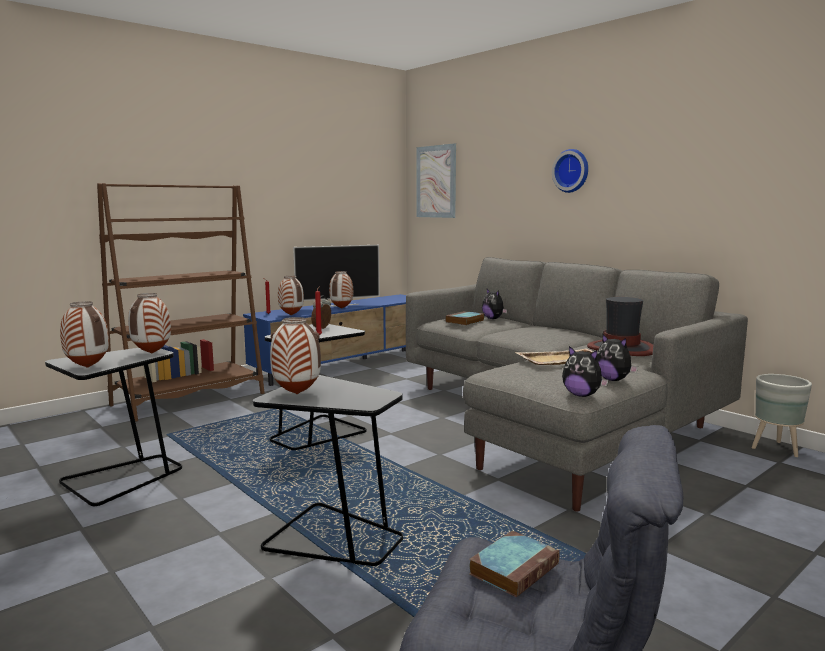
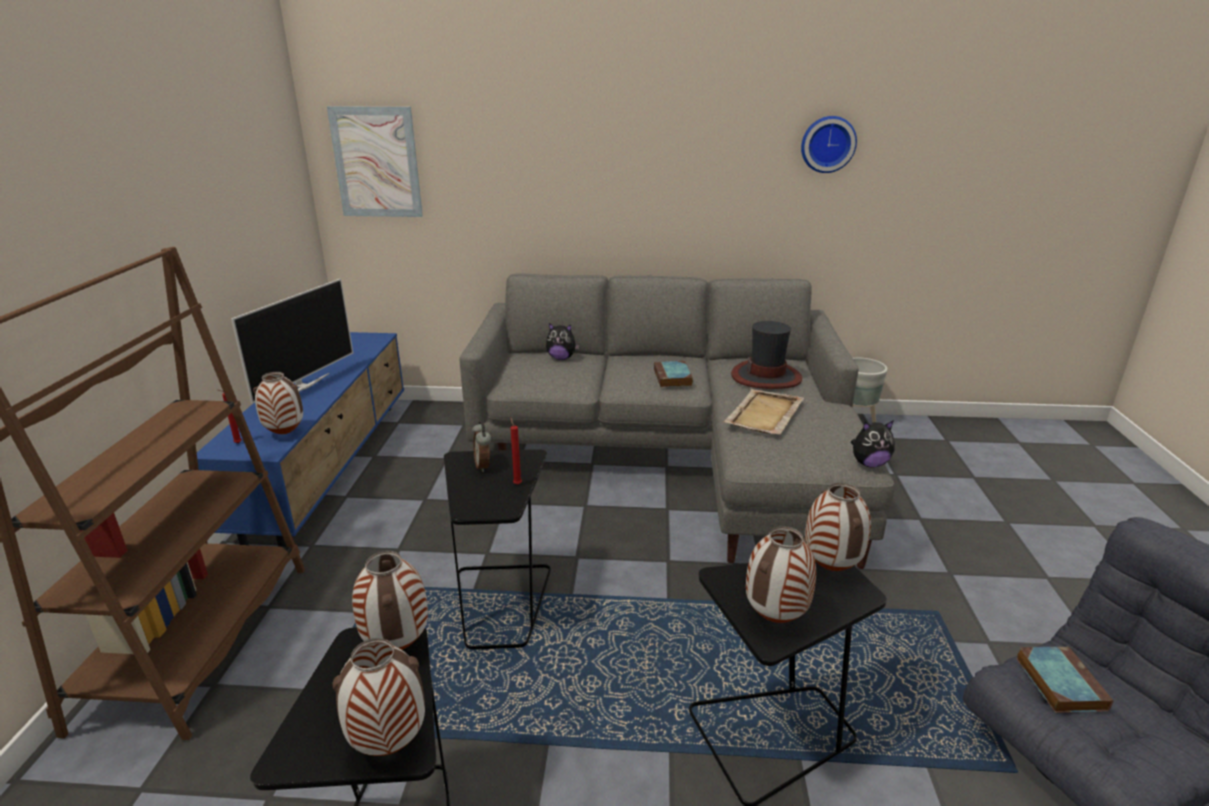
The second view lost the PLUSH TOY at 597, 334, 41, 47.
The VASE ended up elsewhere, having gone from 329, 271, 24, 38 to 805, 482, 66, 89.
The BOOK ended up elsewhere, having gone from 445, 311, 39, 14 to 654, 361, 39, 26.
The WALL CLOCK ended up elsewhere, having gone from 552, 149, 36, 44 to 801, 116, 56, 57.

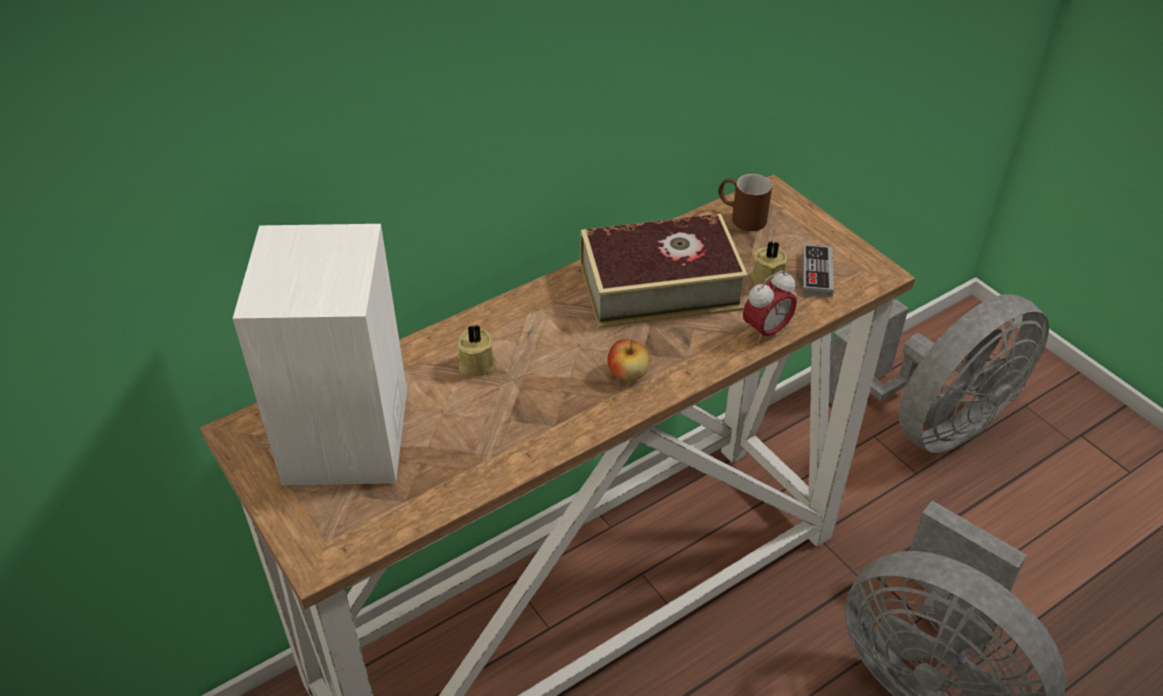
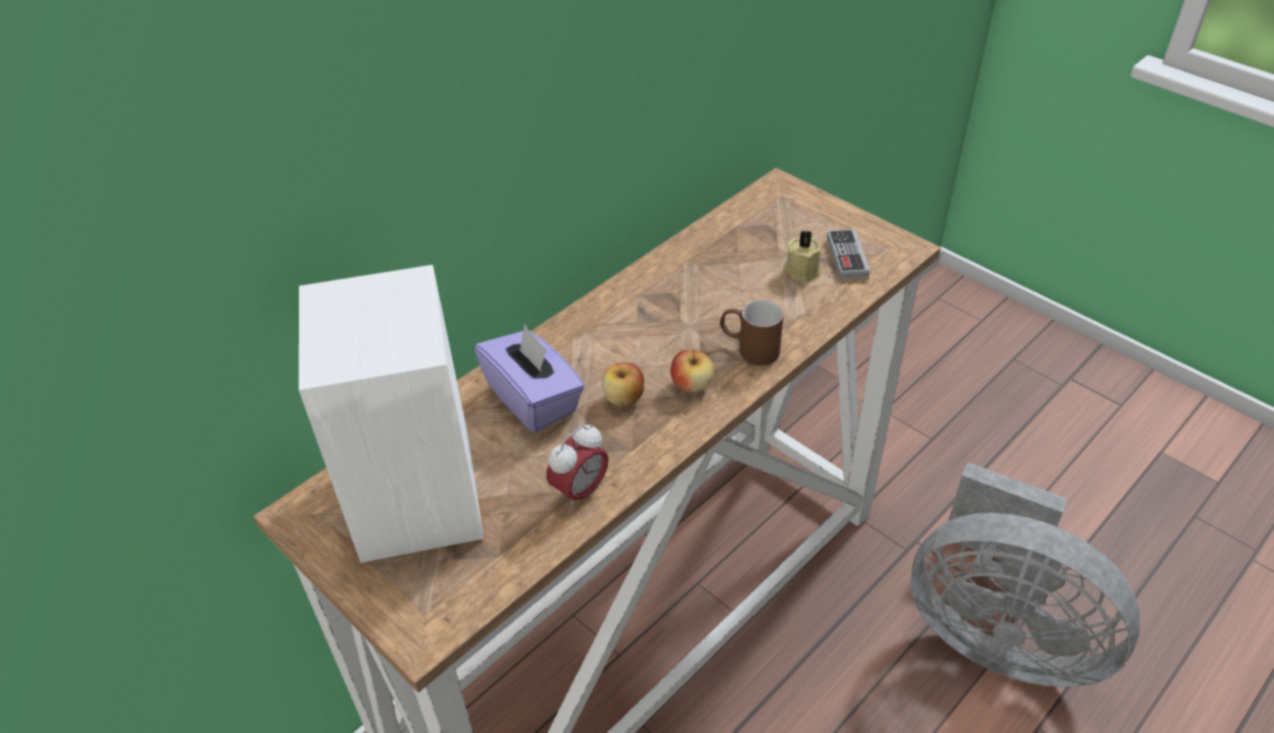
The second view lost the BOOK at 580, 214, 168, 114.
The second view lost the GREY FAN at 829, 294, 220, 159.
The second view gained the APPLE at 602, 362, 42, 45.
The BROWN MUG ended up elsewhere, having gone from 718, 174, 54, 57 to 720, 299, 64, 66.
The ALARM CLOCK ended up elsewhere, having gone from 743, 270, 54, 74 to 546, 424, 63, 86.
Where the BEIGE CANDLE stood at 457, 324, 39, 52, the PURPLE TISSUE BOX came to stand at 474, 324, 111, 109.

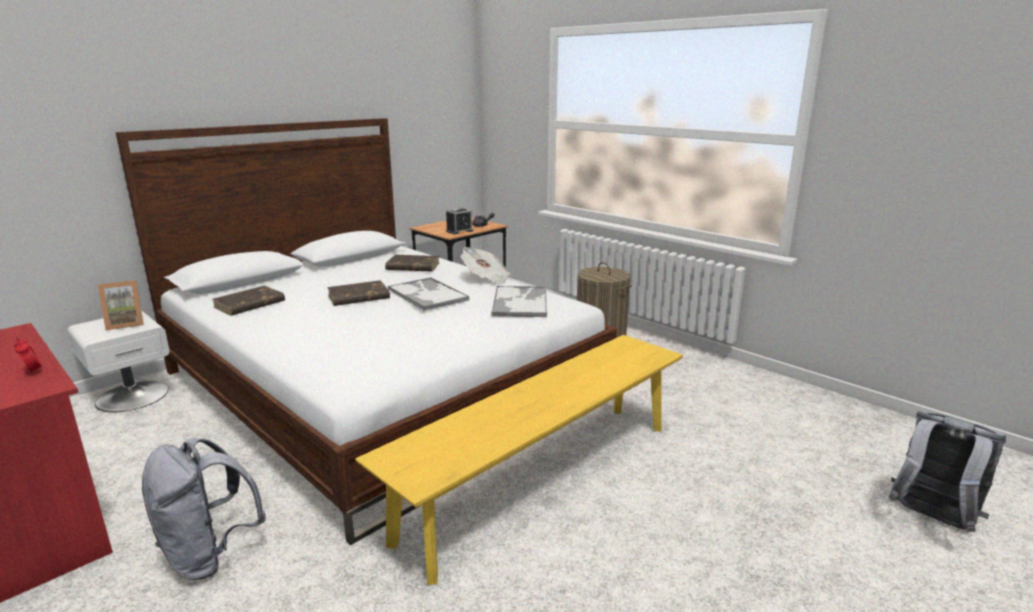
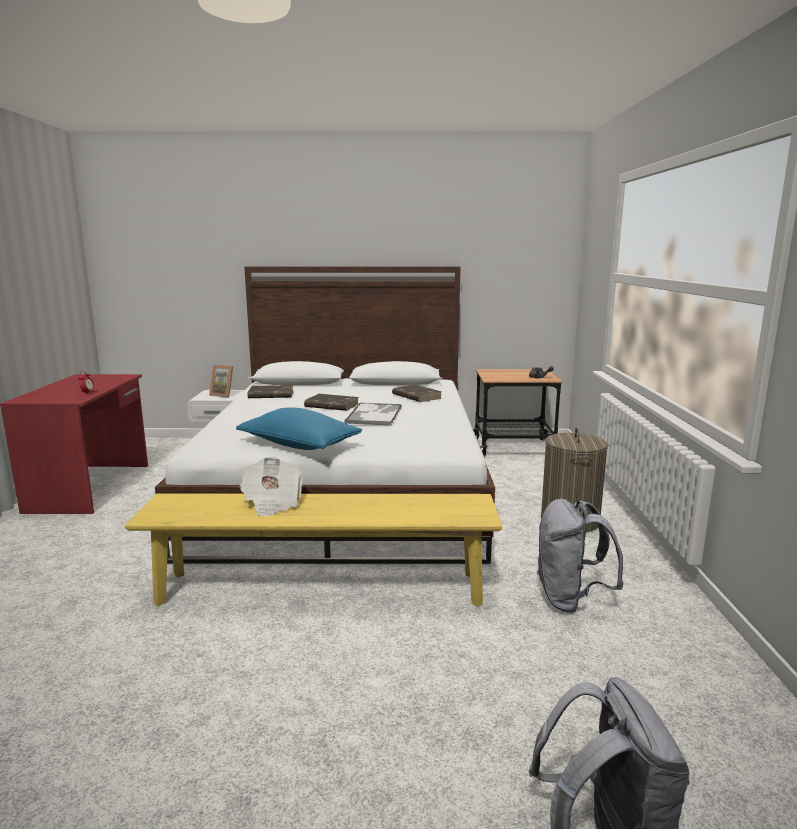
The second view lost the ALARM CLOCK at 446, 207, 27, 27.
The second view lost the TRAY at 491, 286, 56, 31.
The second view gained the BLUE PILLOW at 236, 407, 126, 43.
The GREY BACKPACK ended up elsewhere, having gone from 142, 438, 124, 142 to 536, 499, 88, 114.
The NEWSPAPER ended up elsewhere, having gone from 461, 247, 49, 38 to 240, 457, 63, 60.

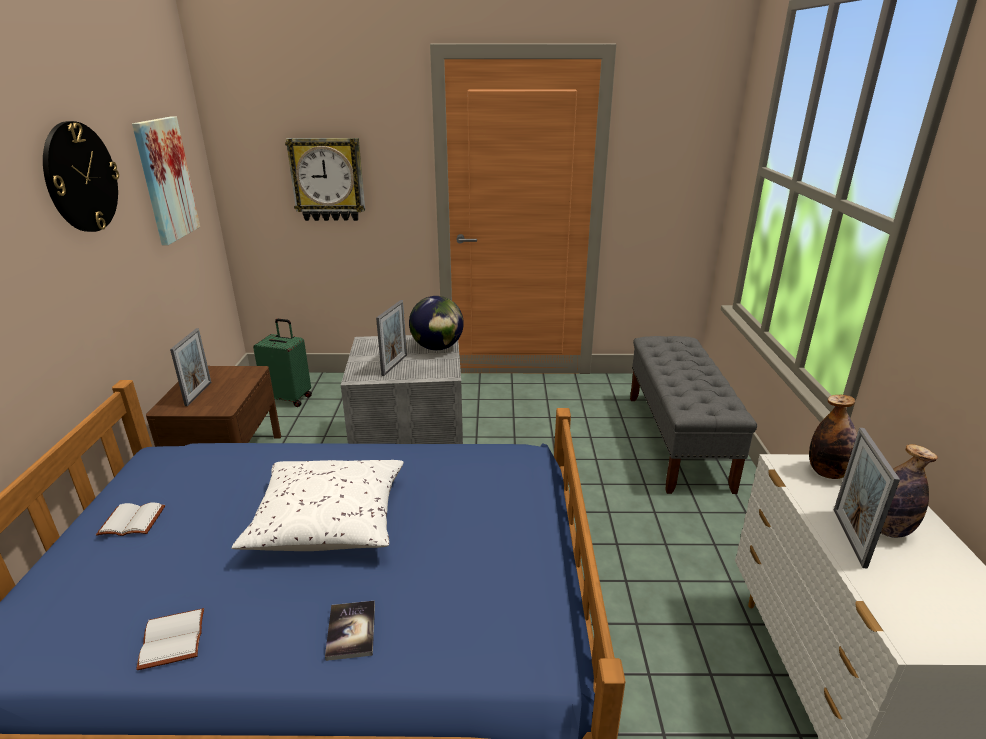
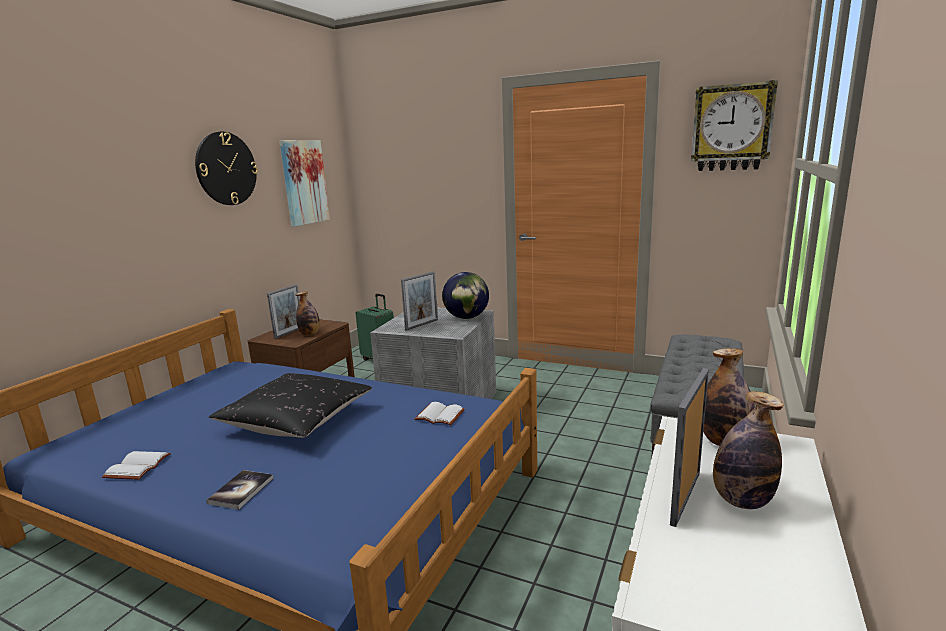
The second view gained the BOTTLE at 295, 291, 25, 44.
The WHITE BOOK ended up elsewhere, having gone from 96, 502, 69, 34 to 414, 402, 51, 23.
The WALL CLOCK ended up elsewhere, having gone from 285, 138, 80, 83 to 691, 80, 87, 91.
What was the WHITE PILLOW at 231, 460, 173, 91 turned into the BLACK PILLOW at 209, 373, 163, 65.

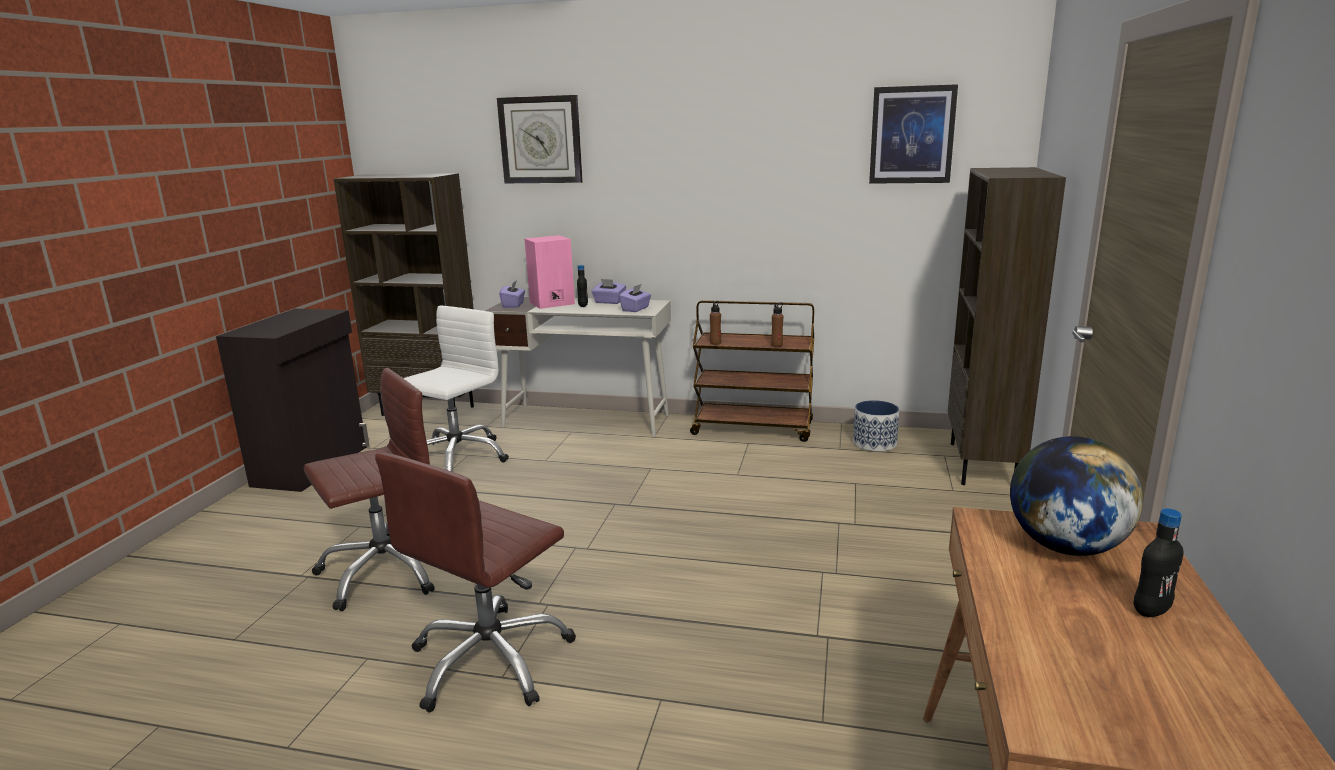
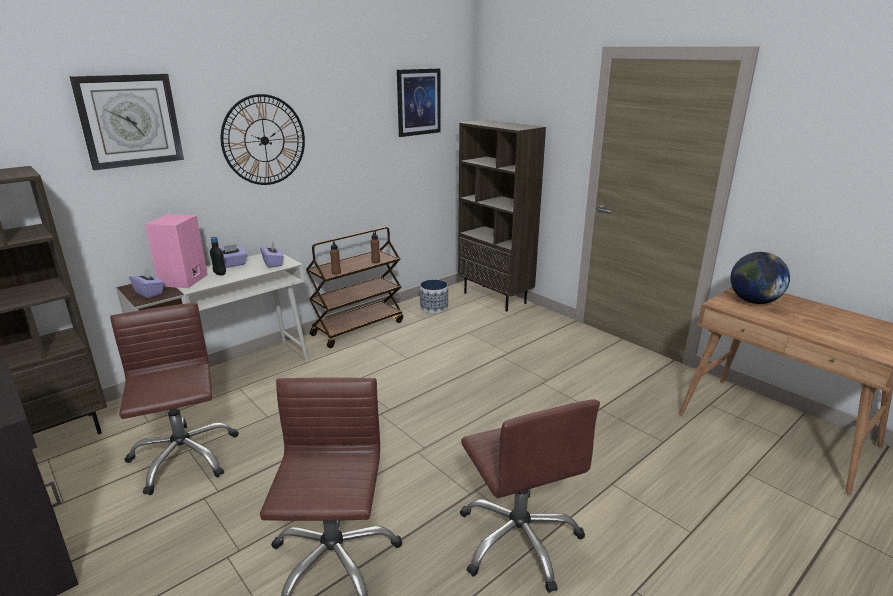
The second view lost the BLACK BOTTLE at 1134, 509, 50, 108.
The second view gained the WALL CLOCK at 221, 94, 84, 91.
What was the WHITE OFFICE CHAIR at 403, 306, 106, 166 turned into the BROWN OFFICE CHAIR at 110, 303, 129, 192.

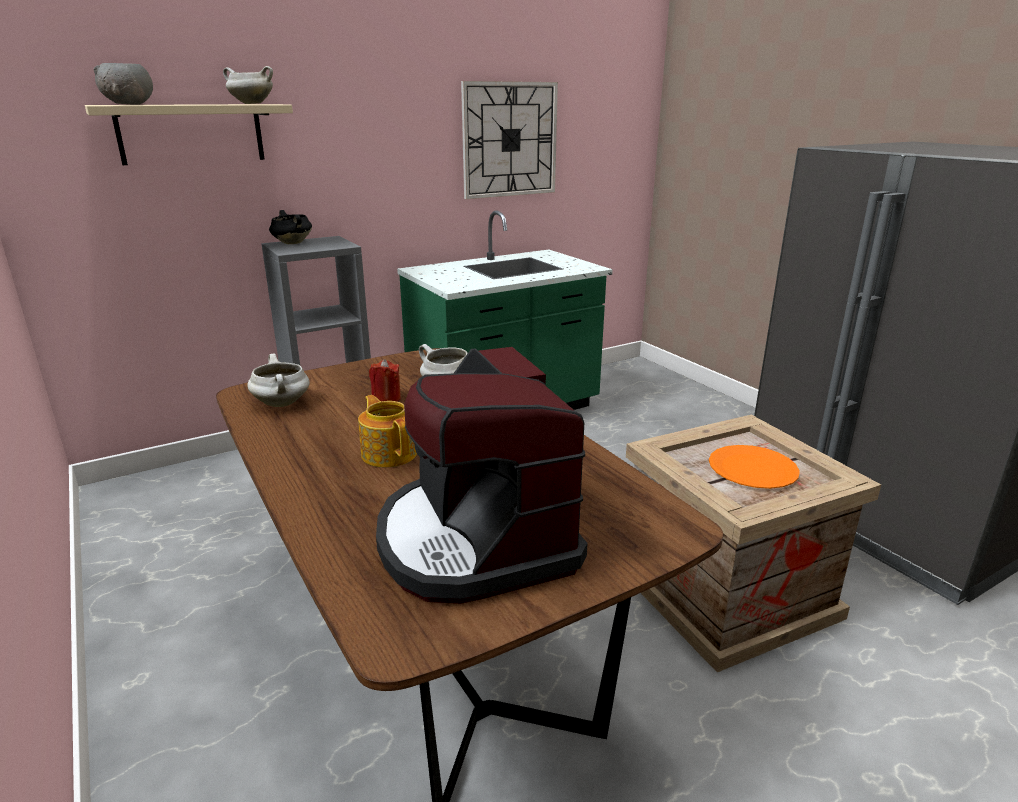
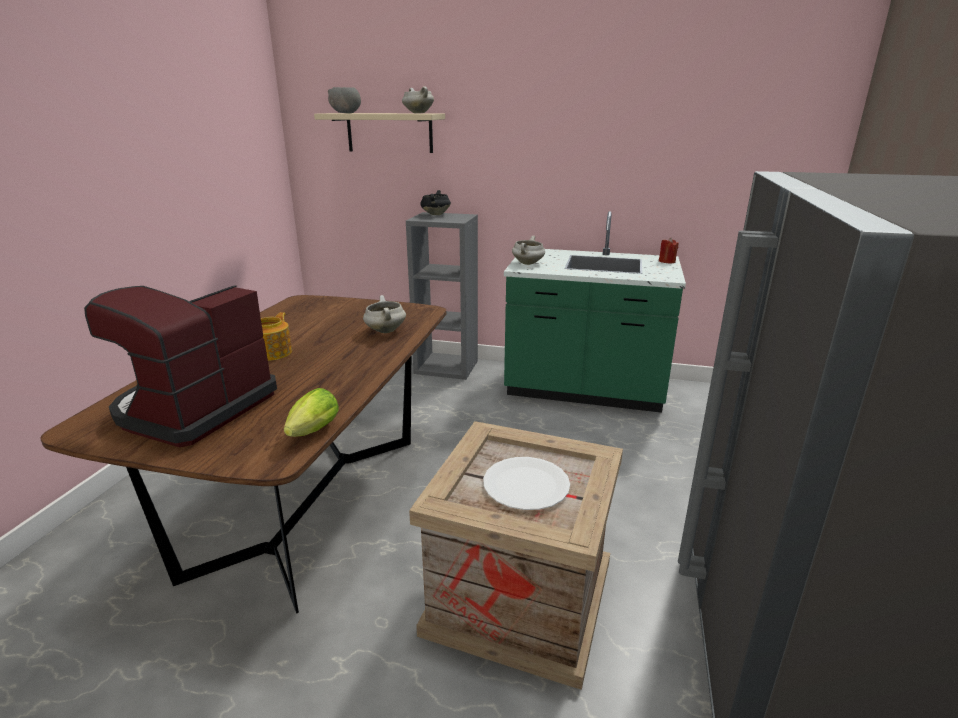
The second view lost the WALL CLOCK at 461, 81, 97, 118.
The second view gained the LETTUCE at 284, 388, 55, 49.
The WHITE COOKING POT ended up elsewhere, having gone from 247, 354, 63, 53 to 512, 236, 33, 29.
The RED CANDLE ended up elsewhere, having gone from 369, 359, 32, 43 to 659, 238, 20, 25.
What was the ORANGE PLATE at 709, 445, 91, 44 turned into the WHITE PLATE at 483, 457, 87, 53.

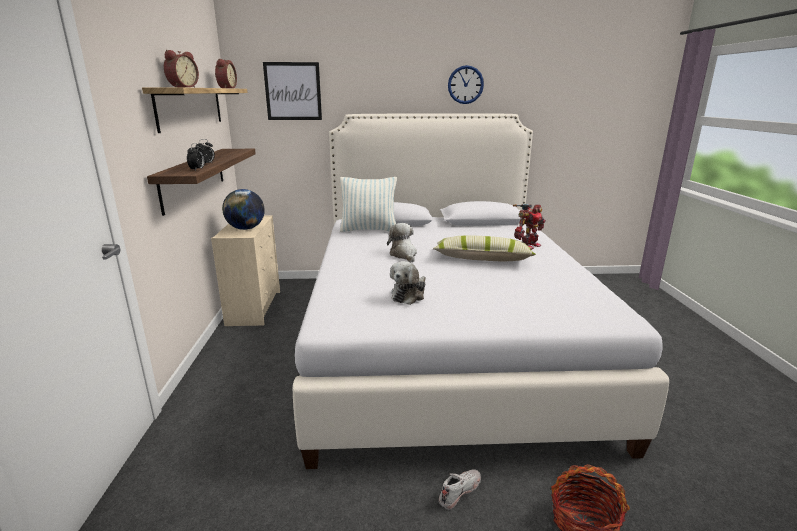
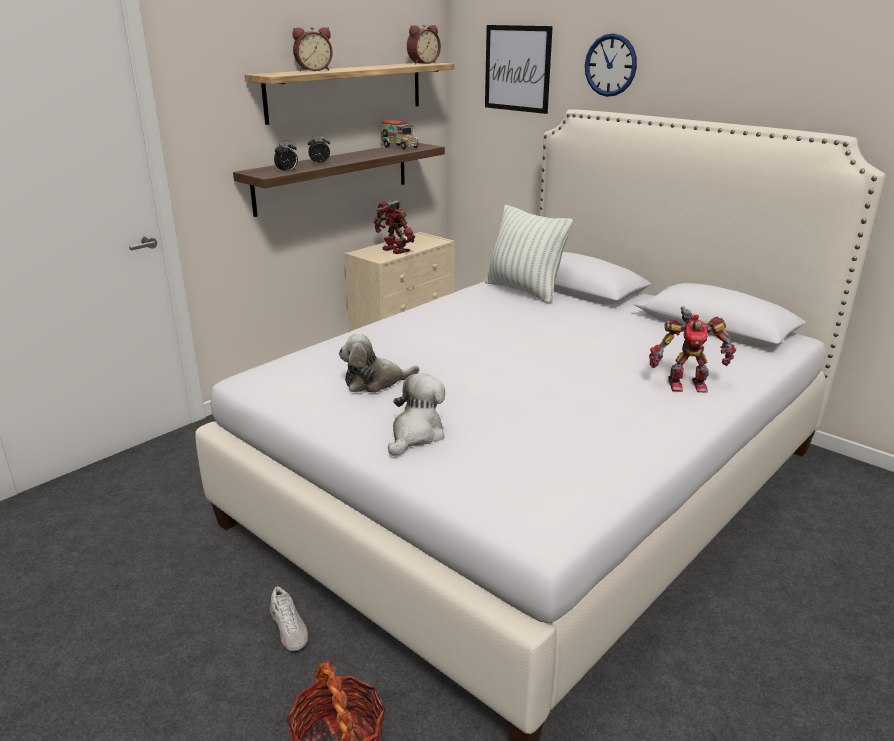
The second view lost the PILLOW at 433, 236, 103, 25.
The second view gained the TOY TRUCK at 380, 120, 39, 30.
The PLUSH TOY ended up elsewhere, having gone from 387, 223, 30, 39 to 388, 374, 57, 82.
The WALL CLOCK ended up elsewhere, having gone from 448, 65, 36, 39 to 585, 33, 52, 64.
Where the GLOBE stood at 222, 189, 43, 41, the TOY ROBOT came to stand at 374, 200, 41, 54.
The WHITE SHOE at 439, 469, 42, 41 ended up facing another way, 60 degrees clockwise from before.

